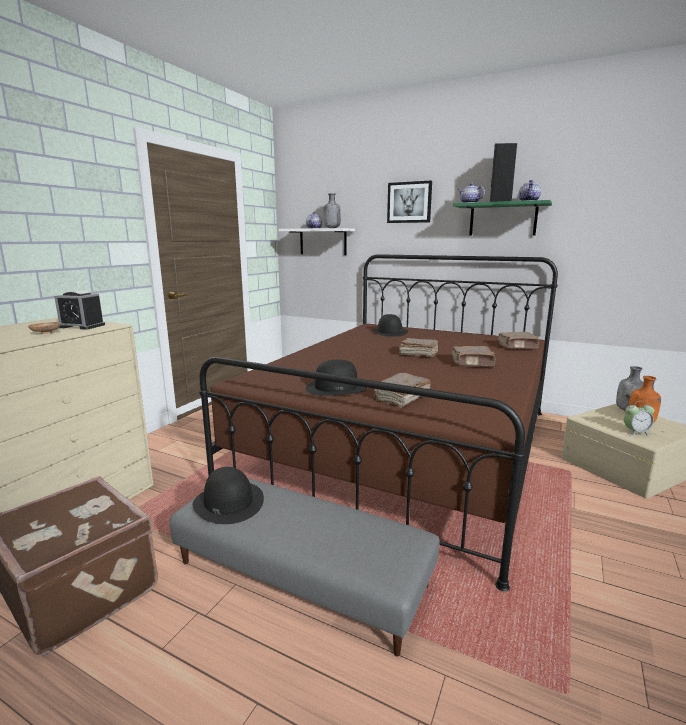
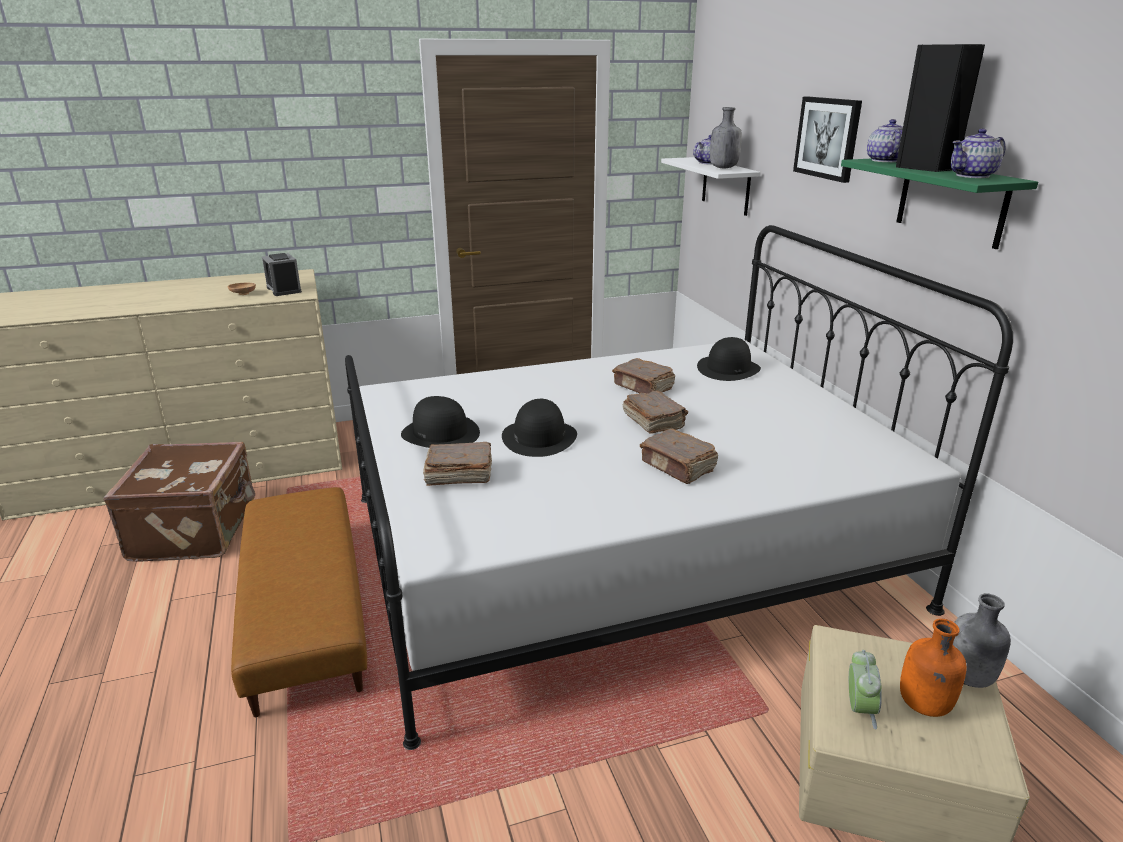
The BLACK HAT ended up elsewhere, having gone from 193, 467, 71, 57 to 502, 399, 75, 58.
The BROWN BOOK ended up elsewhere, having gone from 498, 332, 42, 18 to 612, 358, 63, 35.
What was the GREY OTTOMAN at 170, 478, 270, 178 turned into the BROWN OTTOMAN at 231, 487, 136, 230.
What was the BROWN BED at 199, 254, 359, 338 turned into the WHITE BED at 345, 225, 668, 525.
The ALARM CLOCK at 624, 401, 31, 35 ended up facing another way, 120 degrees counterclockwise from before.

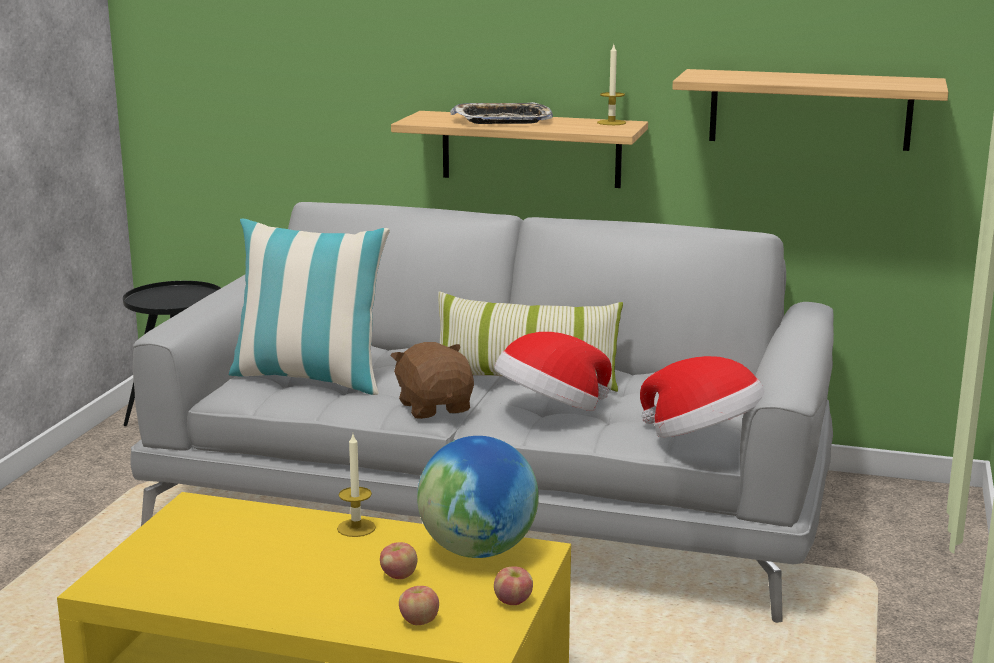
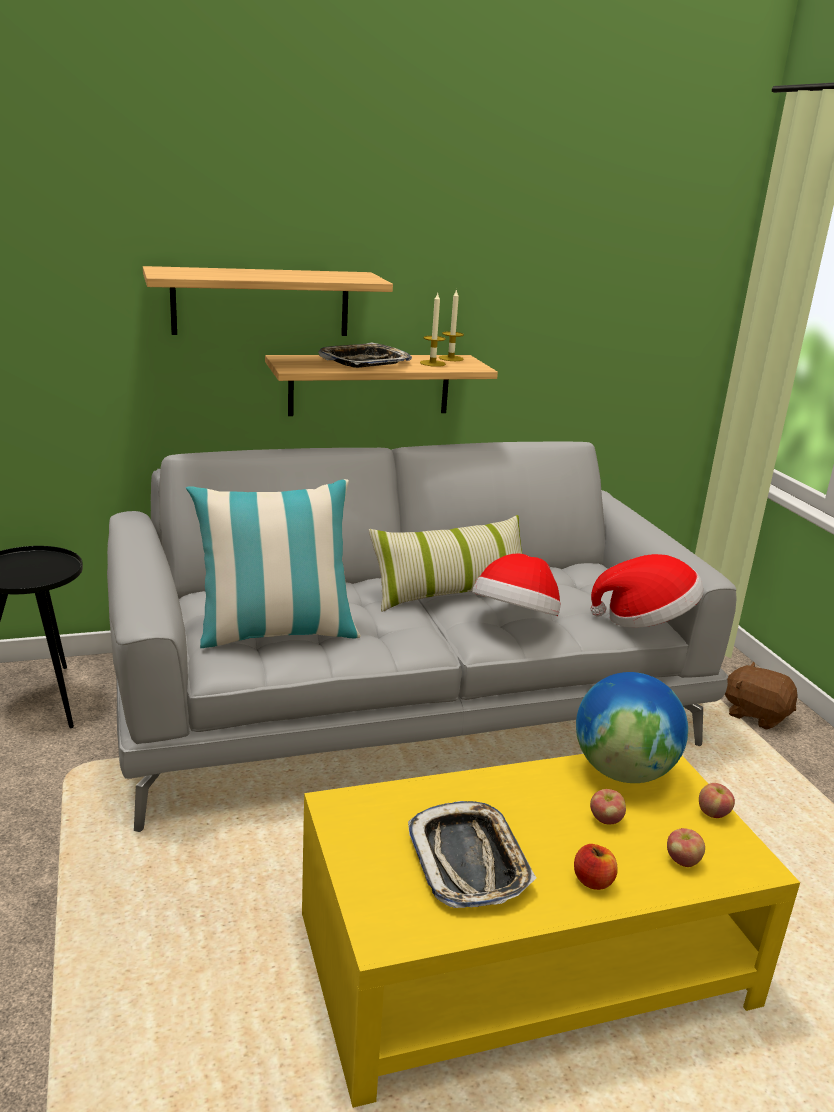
The second view gained the TRAY at 408, 801, 128, 107.
The second view gained the APPLE at 574, 844, 44, 46.
The CANDLE ended up elsewhere, having gone from 337, 434, 39, 103 to 420, 293, 26, 74.
The BROWN PLUSH TOY ended up elsewhere, having gone from 390, 342, 84, 77 to 725, 662, 73, 68.
The SHELF ended up elsewhere, having gone from 672, 69, 276, 82 to 143, 266, 250, 70.

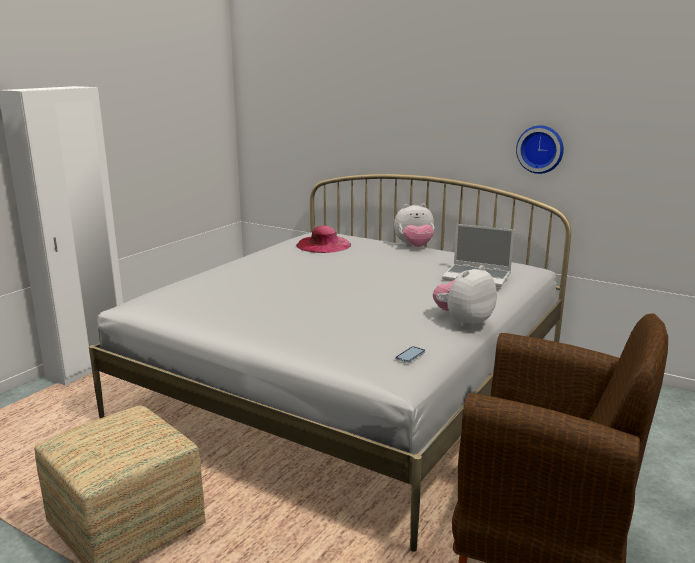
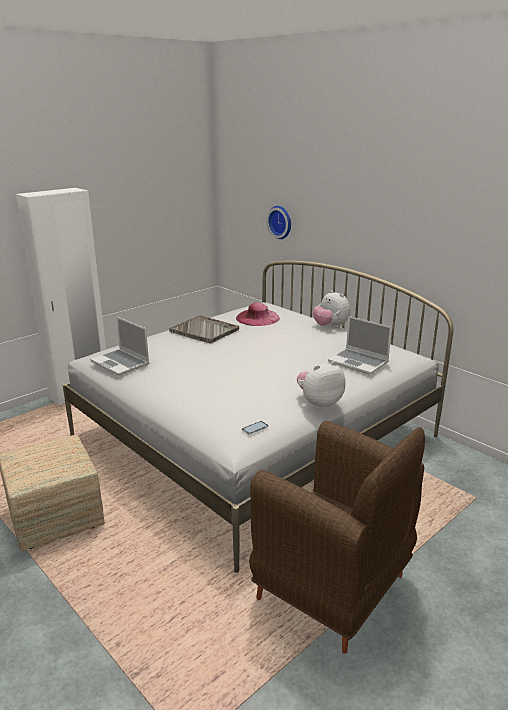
The second view gained the LAPTOP at 90, 317, 59, 59.
The second view gained the GREY TRAY at 169, 315, 70, 29.
The WALL CLOCK ended up elsewhere, having gone from 516, 125, 48, 49 to 267, 206, 24, 33.
The PLUSH TOY at 394, 204, 41, 43 ended up facing another way, 45 degrees clockwise from before.

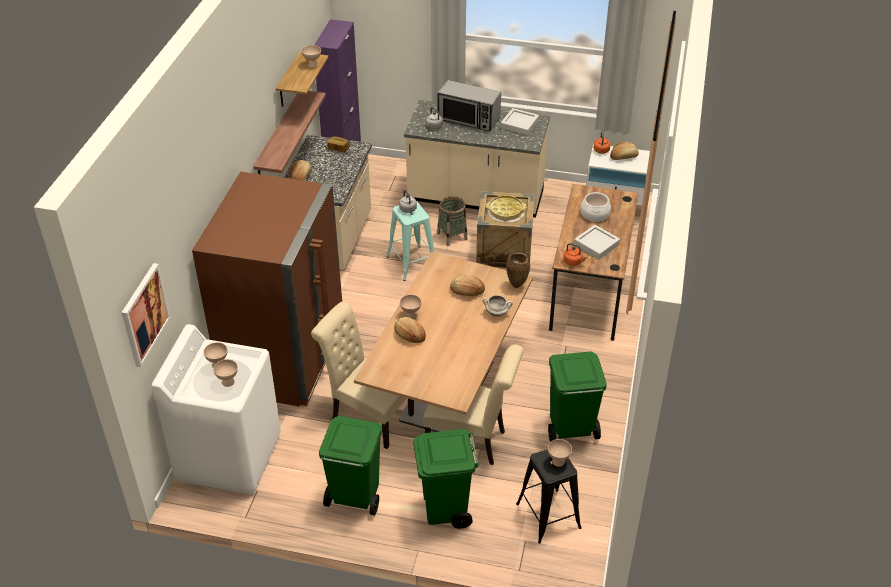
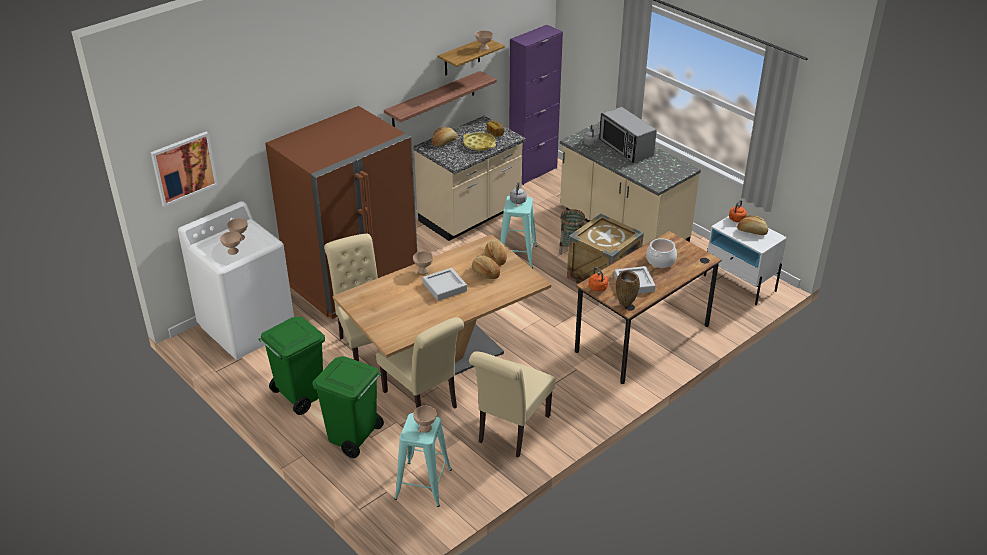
The second view lost the WHITE COOKING POT at 482, 295, 31, 22.
The BREAD ended up elsewhere, having gone from 394, 317, 32, 26 to 485, 240, 22, 26.
The YELLOW TRAY ended up elsewhere, having gone from 486, 195, 41, 23 to 463, 132, 33, 19.
The GREY TRAY ended up elsewhere, having gone from 501, 108, 38, 27 to 423, 268, 44, 33.
The BROWN VASE ended up elsewhere, having gone from 506, 252, 24, 36 to 616, 270, 24, 37.
Where the GREEN TRASH CAN stood at 548, 352, 59, 90, the BEIGE CHAIR came to stand at 469, 351, 87, 107.
What was the BLACK STOOL at 516, 449, 66, 95 turned into the TURQUOISE STOOL at 394, 413, 58, 94.

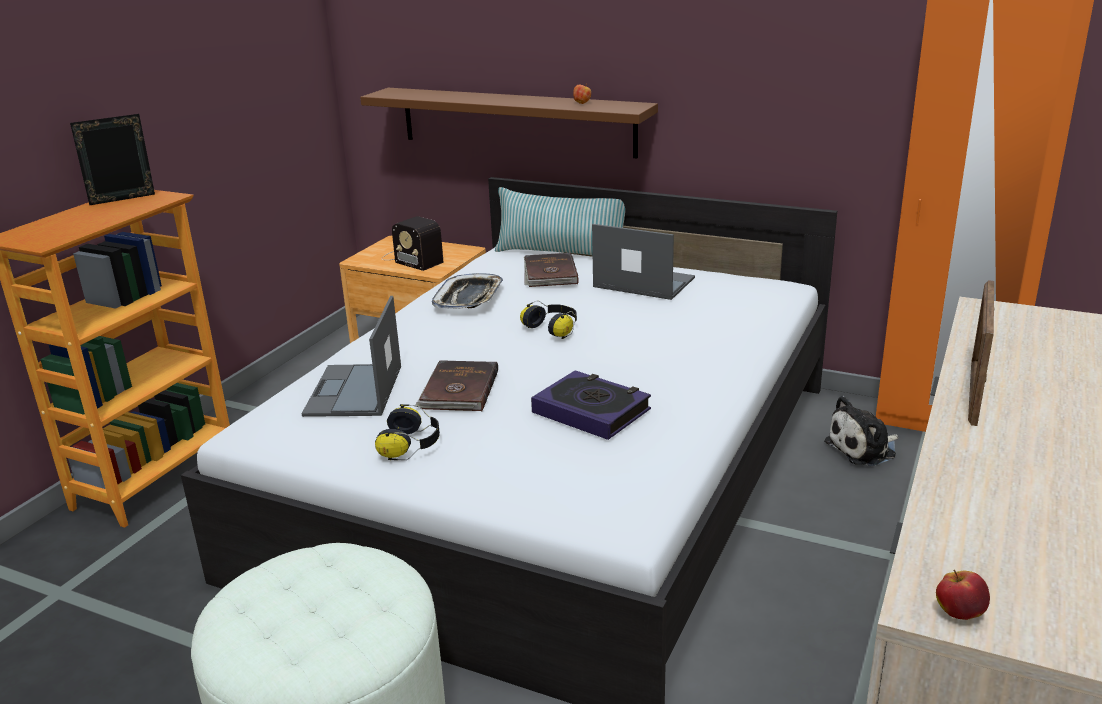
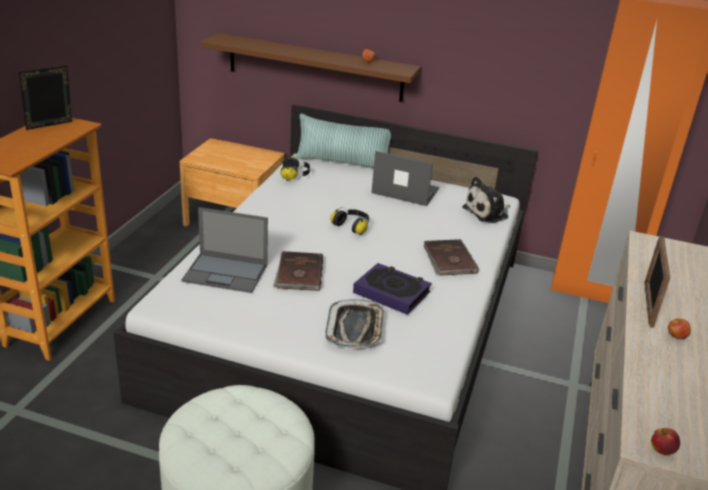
The second view lost the RADIO at 382, 216, 61, 55.
The second view gained the APPLE at 668, 318, 23, 21.
The HEADPHONES ended up elsewhere, having gone from 375, 404, 65, 56 to 281, 155, 29, 26.
The TRAY ended up elsewhere, having gone from 432, 273, 71, 36 to 325, 299, 59, 49.
The BROWN BOOK ended up elsewhere, having gone from 524, 252, 55, 35 to 423, 239, 56, 37.
The PLUSH TOY ended up elsewhere, having gone from 824, 396, 75, 70 to 462, 176, 48, 47.
The LAPTOP at 301, 296, 100, 121 ended up facing another way, 75 degrees counterclockwise from before.

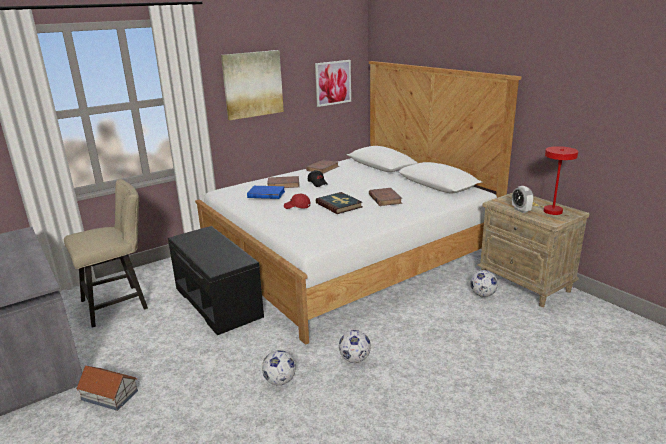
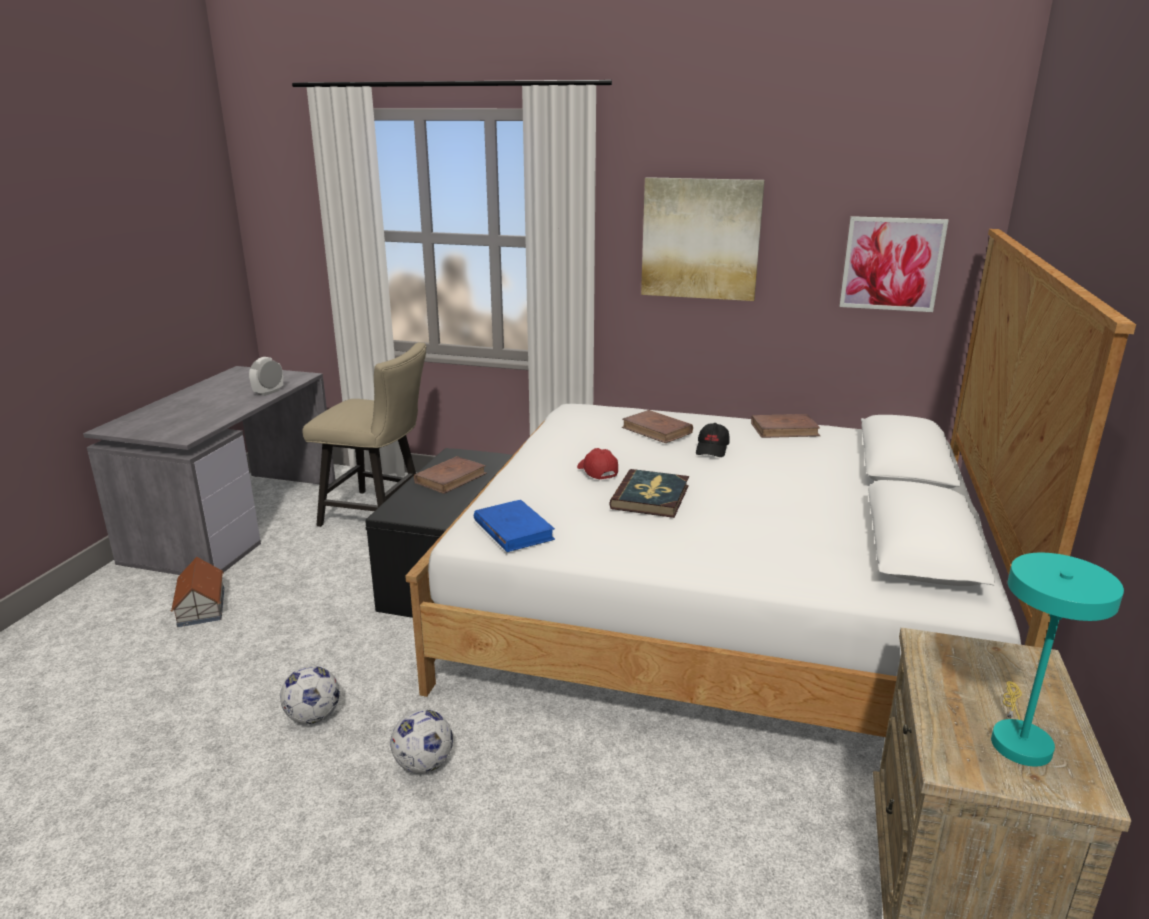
The second view lost the FOOTBALL at 470, 270, 28, 27.
The BLUE BOOK ended up elsewhere, having gone from 247, 186, 38, 13 to 474, 500, 81, 52.
The BROWN BOOK ended up elsewhere, having gone from 369, 188, 33, 18 to 414, 456, 73, 38.
The ALARM CLOCK ended up elsewhere, having gone from 512, 186, 21, 27 to 249, 357, 34, 39.
What was the RED TABLE LAMP at 532, 146, 46, 69 turned into the TURQUOISE TABLE LAMP at 991, 553, 133, 214.

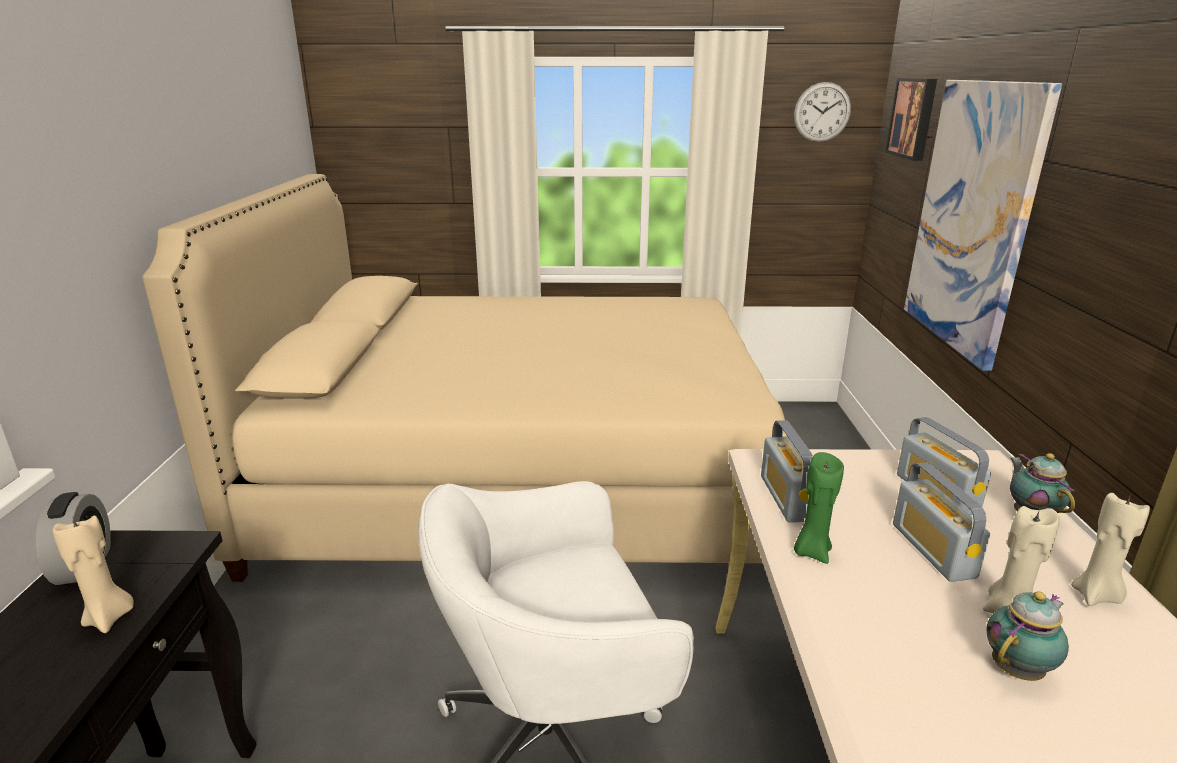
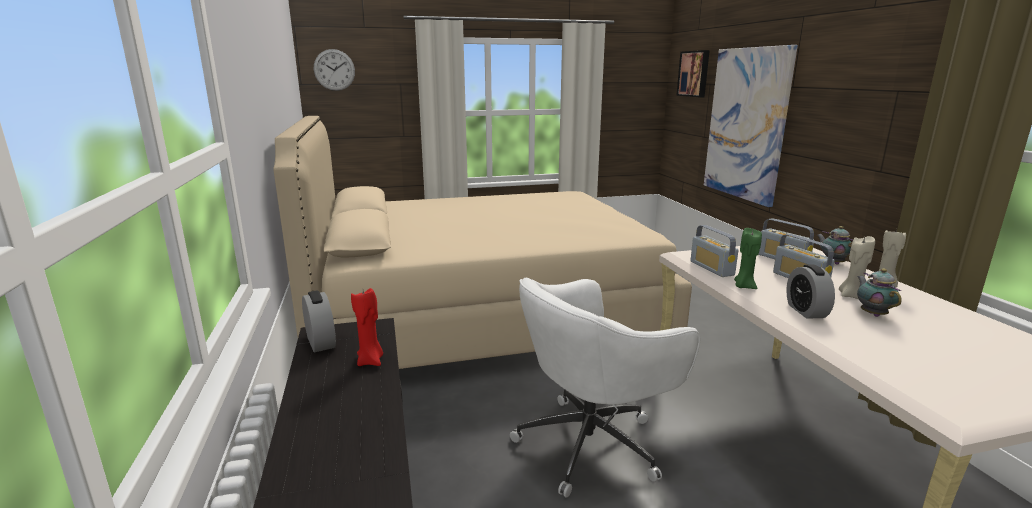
The second view gained the ALARM CLOCK at 786, 264, 49, 55.
The WALL CLOCK ended up elsewhere, having gone from 794, 82, 57, 60 to 314, 49, 41, 42.
What was the BEIGE CANDLE at 53, 516, 81, 117 turned into the RED CANDLE at 351, 288, 32, 78.
The TEAPOT at 986, 591, 83, 90 ended up facing another way, 45 degrees counterclockwise from before.

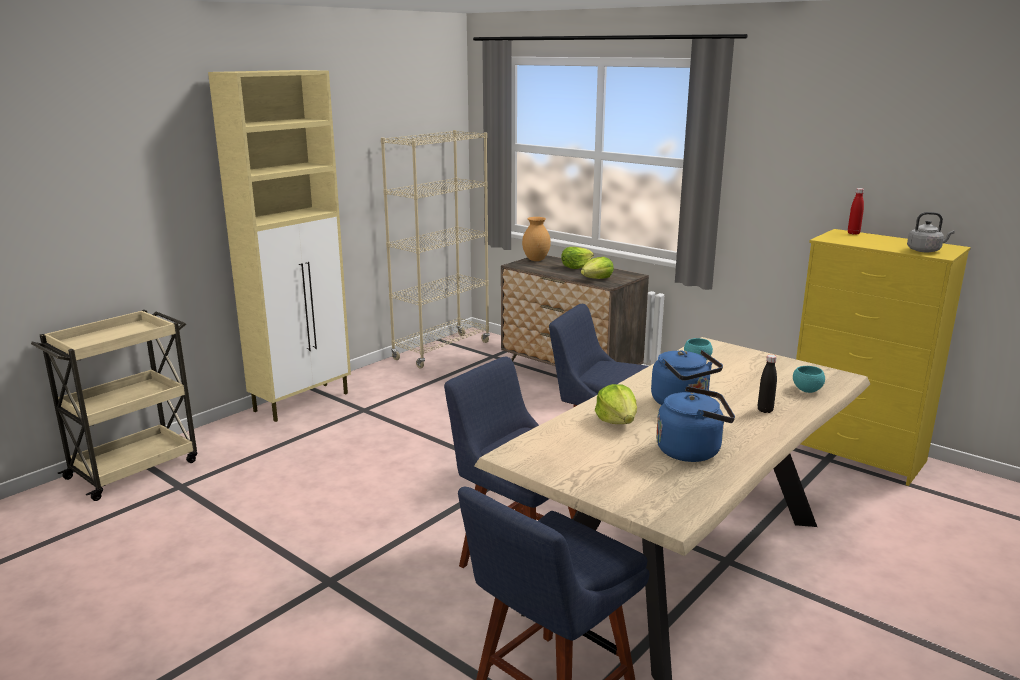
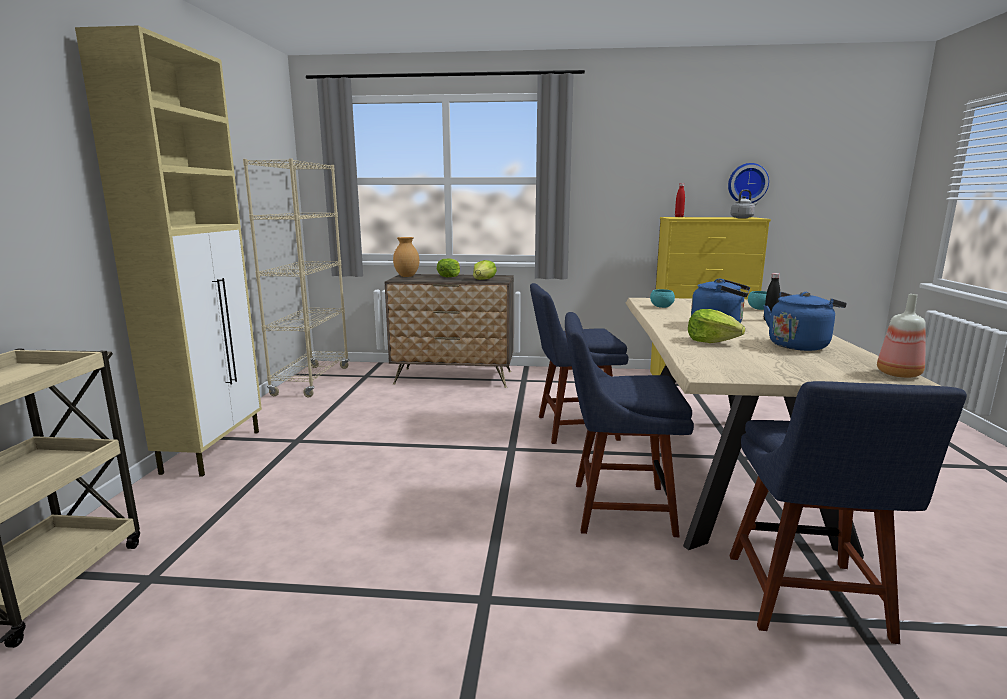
The second view gained the WALL CLOCK at 728, 163, 41, 40.
The second view gained the BOTTLE at 877, 294, 49, 84.

